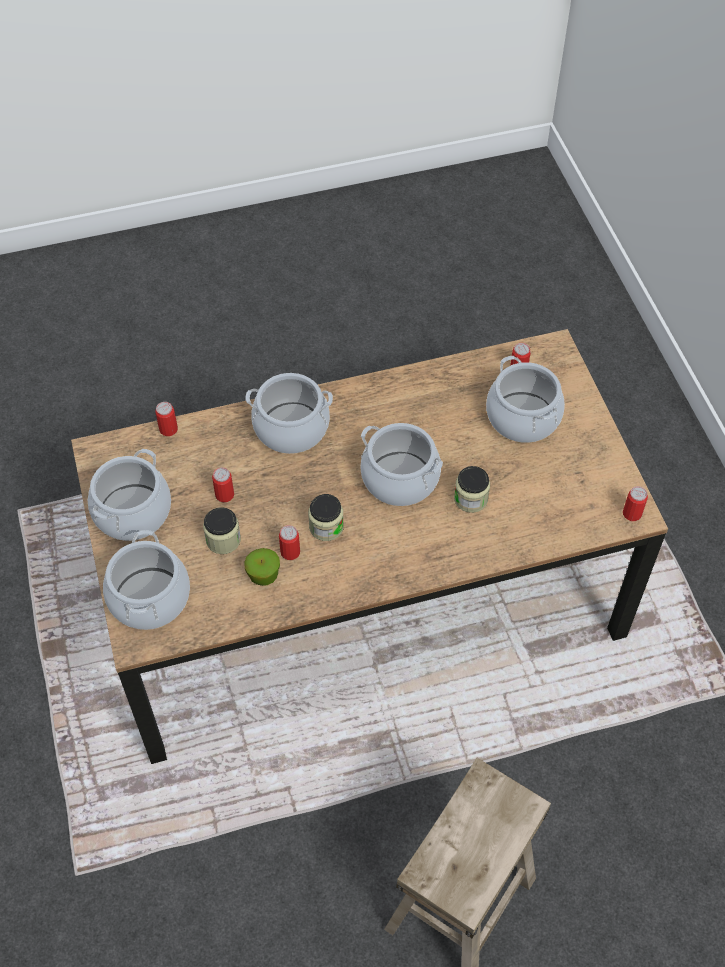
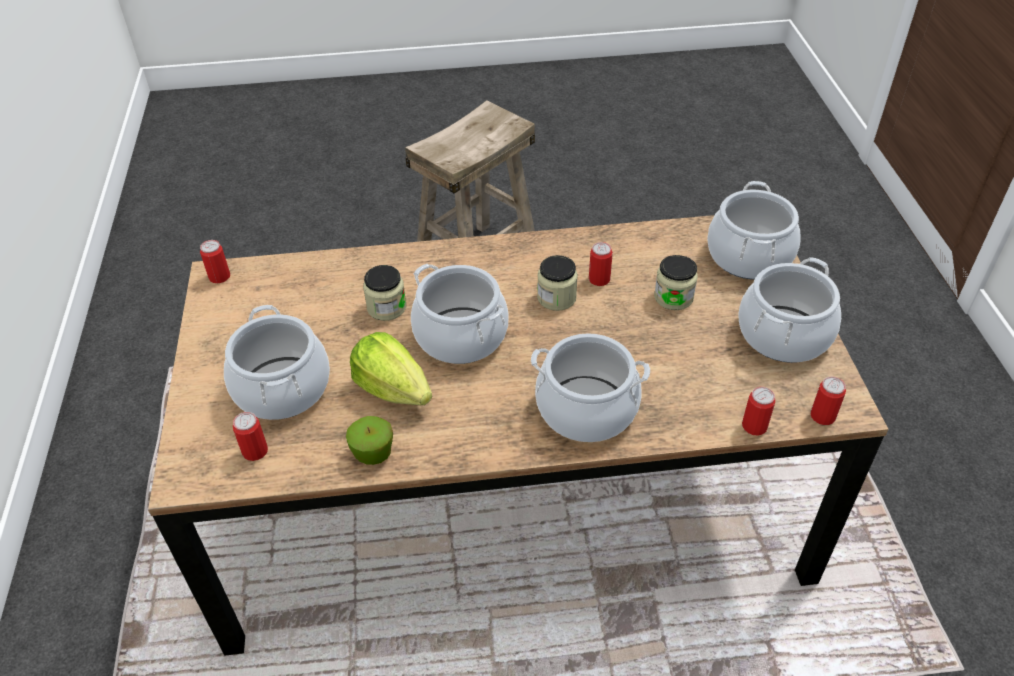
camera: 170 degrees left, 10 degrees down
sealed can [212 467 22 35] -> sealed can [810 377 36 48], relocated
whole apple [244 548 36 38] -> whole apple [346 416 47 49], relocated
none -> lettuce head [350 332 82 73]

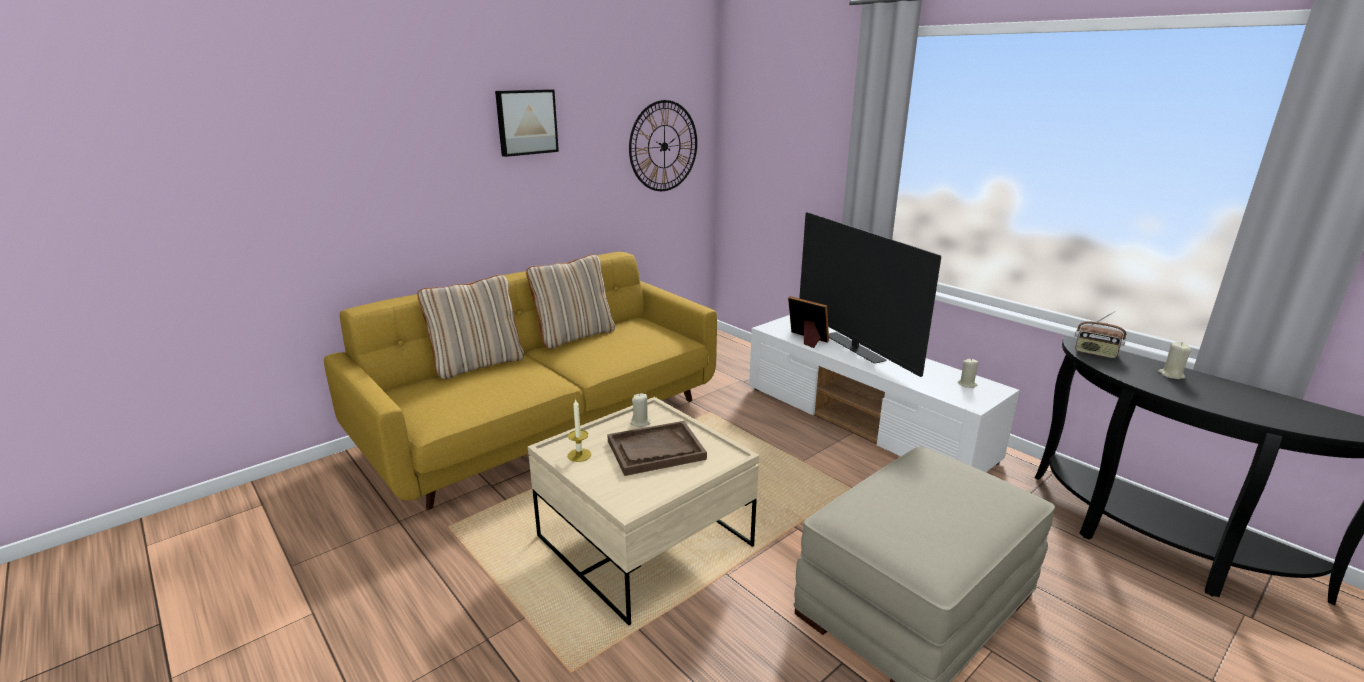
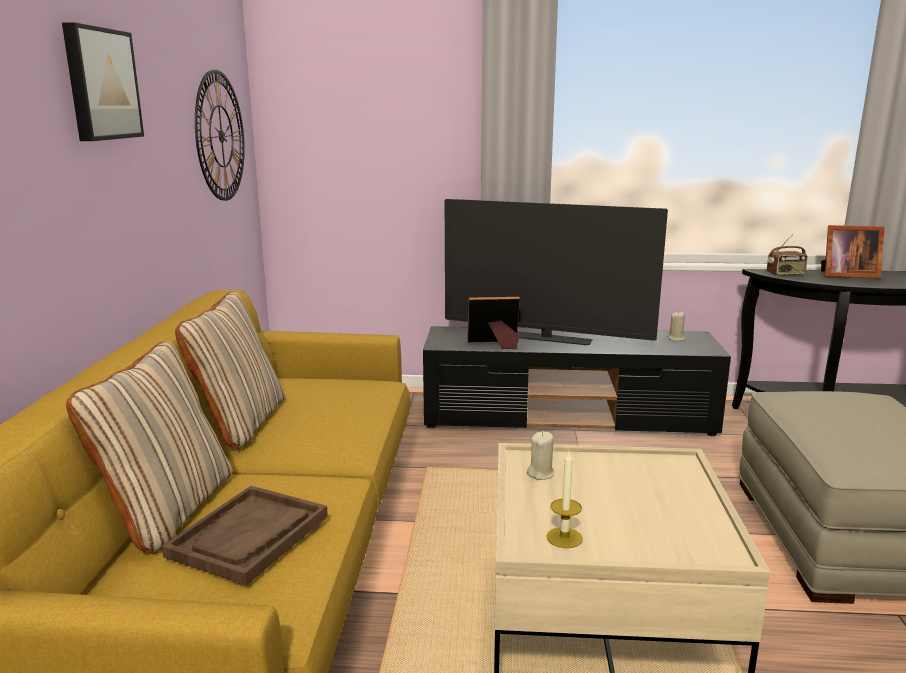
camera: 45 degrees left, 5 degrees down
brown carrying tray [607 421 100 55] -> brown carrying tray [162 486 166 100], relocated
whitish tv unit [749 315 271 157] -> blackish tv unit [423 326 308 110]
sand-coloured wax light [1158 342 34 37] -> standing frame [821 225 64 53]

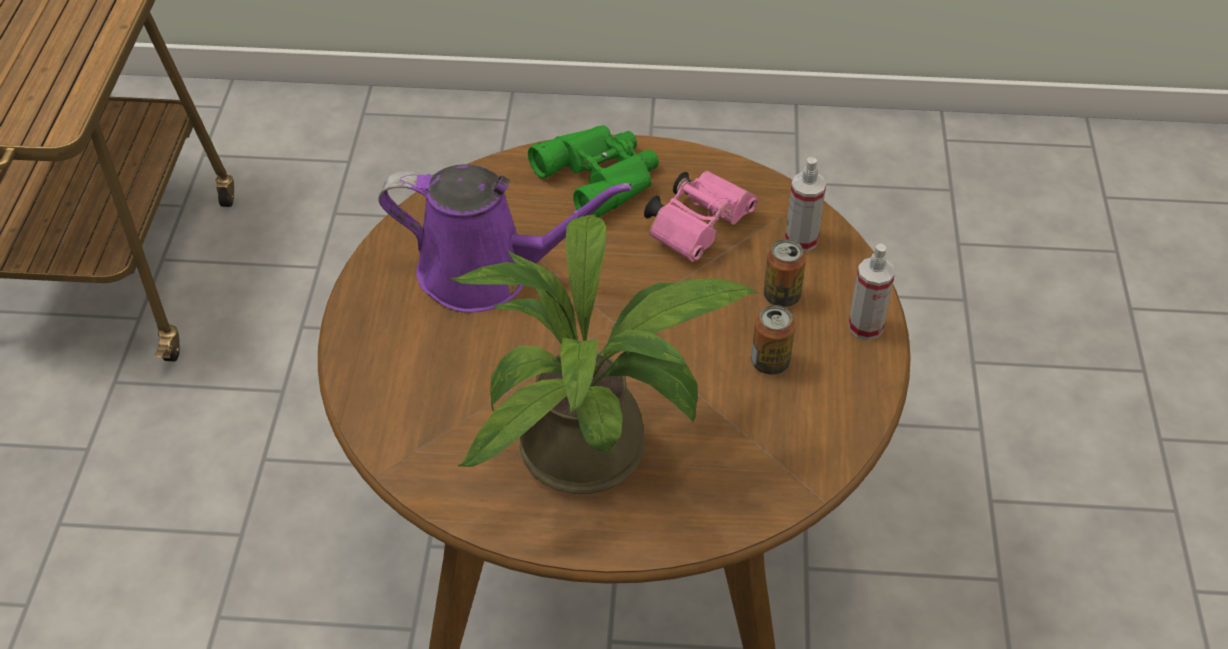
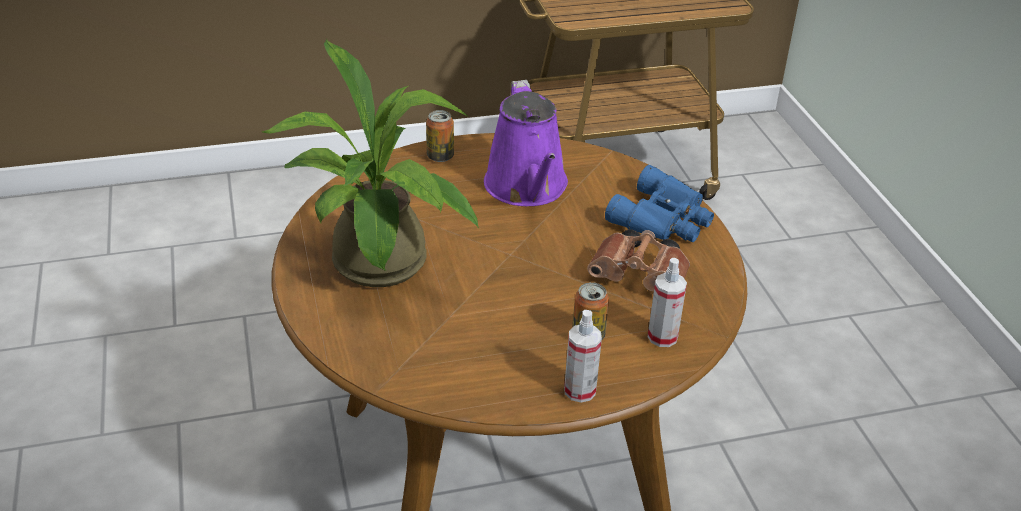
camera: 70 degrees right, 10 degrees down
greenish binoculars [528 125 131 93] -> blue binoculars [605 165 109 77]
pink binoculars [644 171 114 91] -> brown binoculars [587 230 103 61]
sealed can [751 305 44 70] -> sealed can [426 110 28 52], relocated

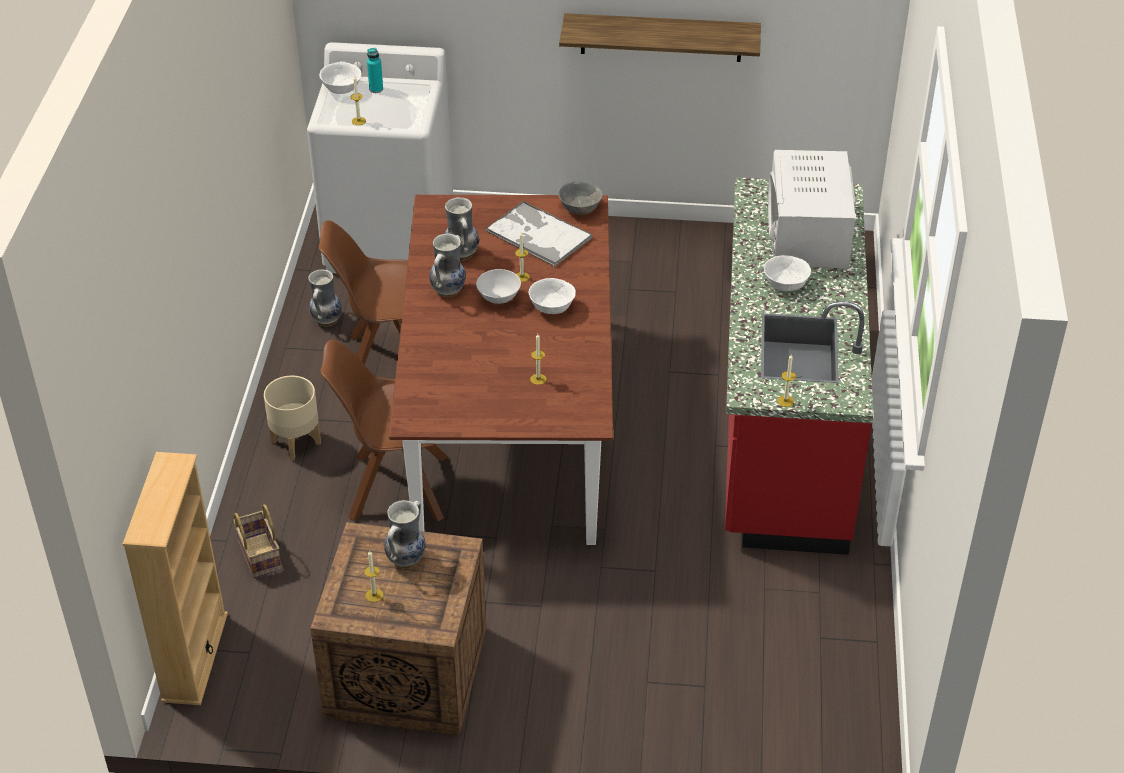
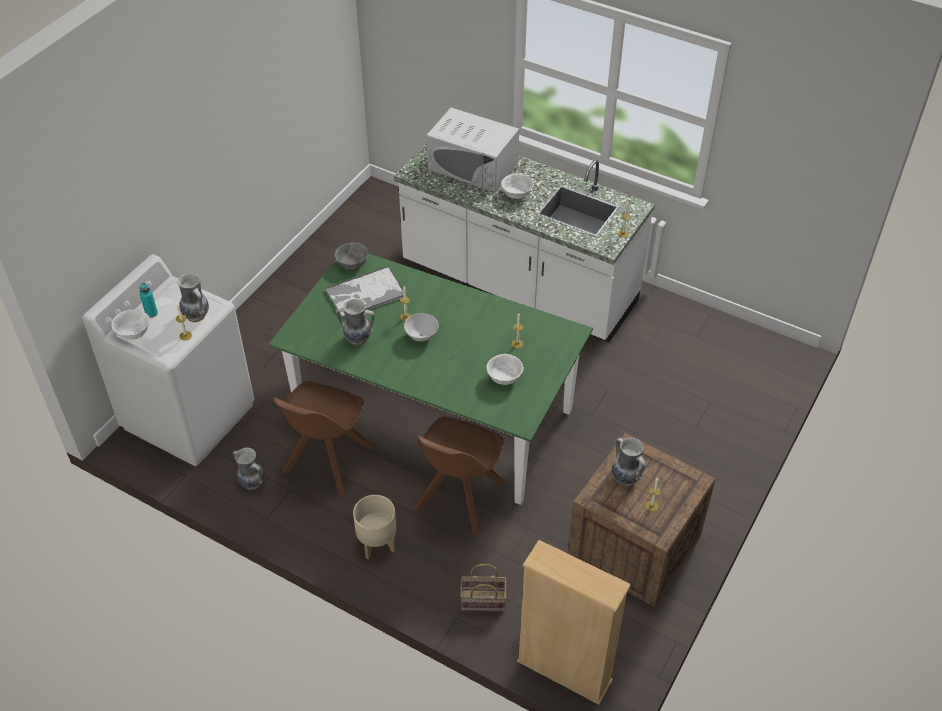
camera: 65 degrees left, 5 degrees up
brown kitchen table [389 195 224 350] -> greenish kitchen table [269 253 324 252]
flower vase [429 234 37 63] -> flower vase [178 273 31 49], relocated
whitish deep dish [529 278 47 36] -> whitish deep dish [487 354 37 31], relocated
wall shelf [559 13 202 49] -> none
red kitchen counter [725 177 148 378] -> whitish kitchen counter [394 143 261 199]

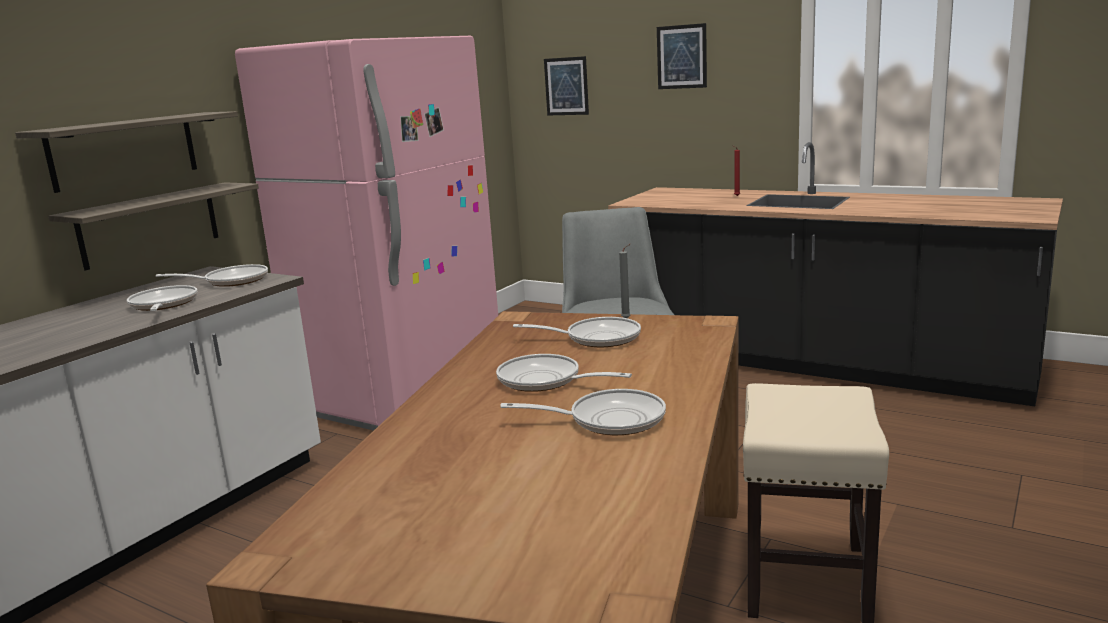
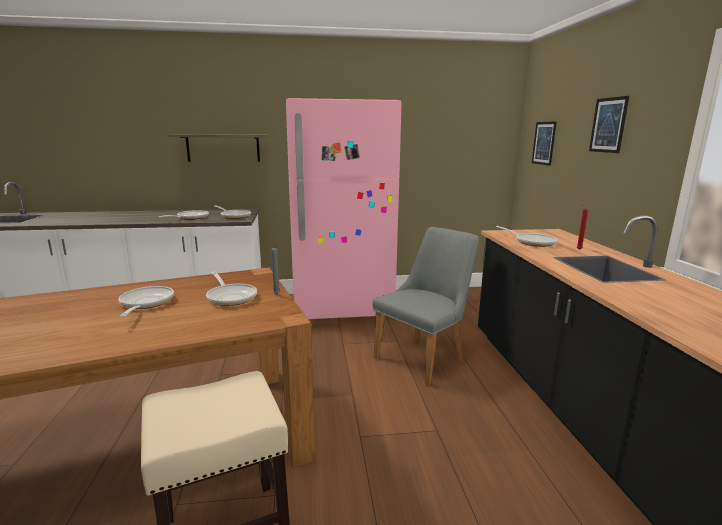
camera: 50 degrees right, 0 degrees up
wall shelf [48 182 211 89] -> none
skillet [500 389 166 46] -> skillet [496 226 61 21], relocated

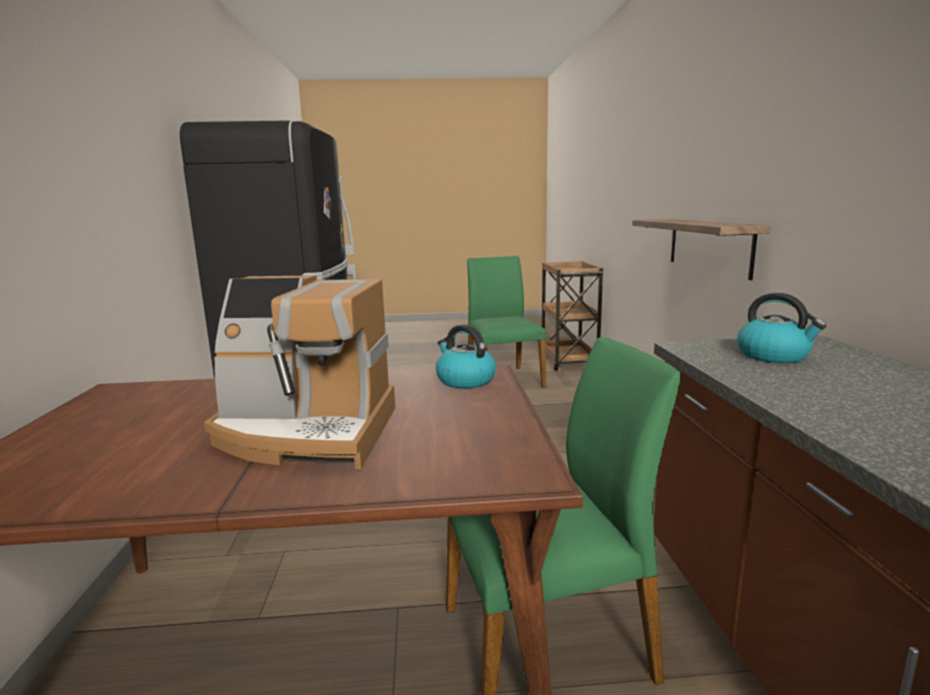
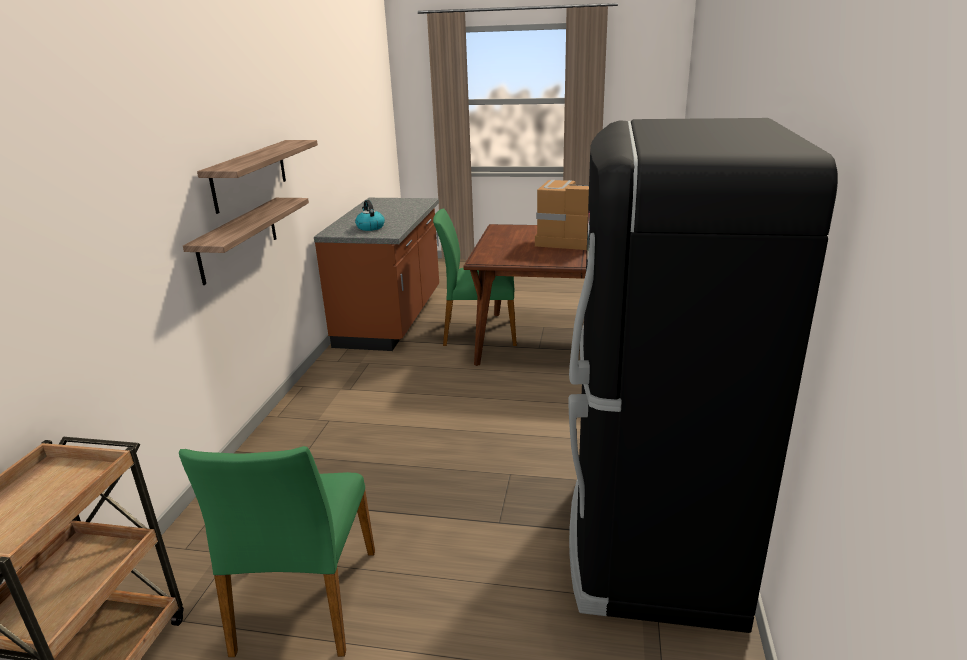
camera: 165 degrees left, 10 degrees up
kettle [436 324 60 64] -> none
none -> wall shelf [197 140 121 74]

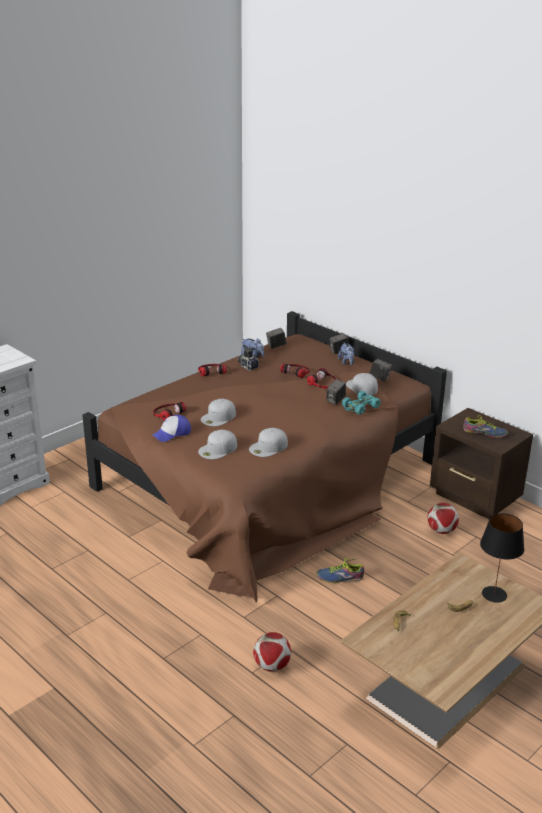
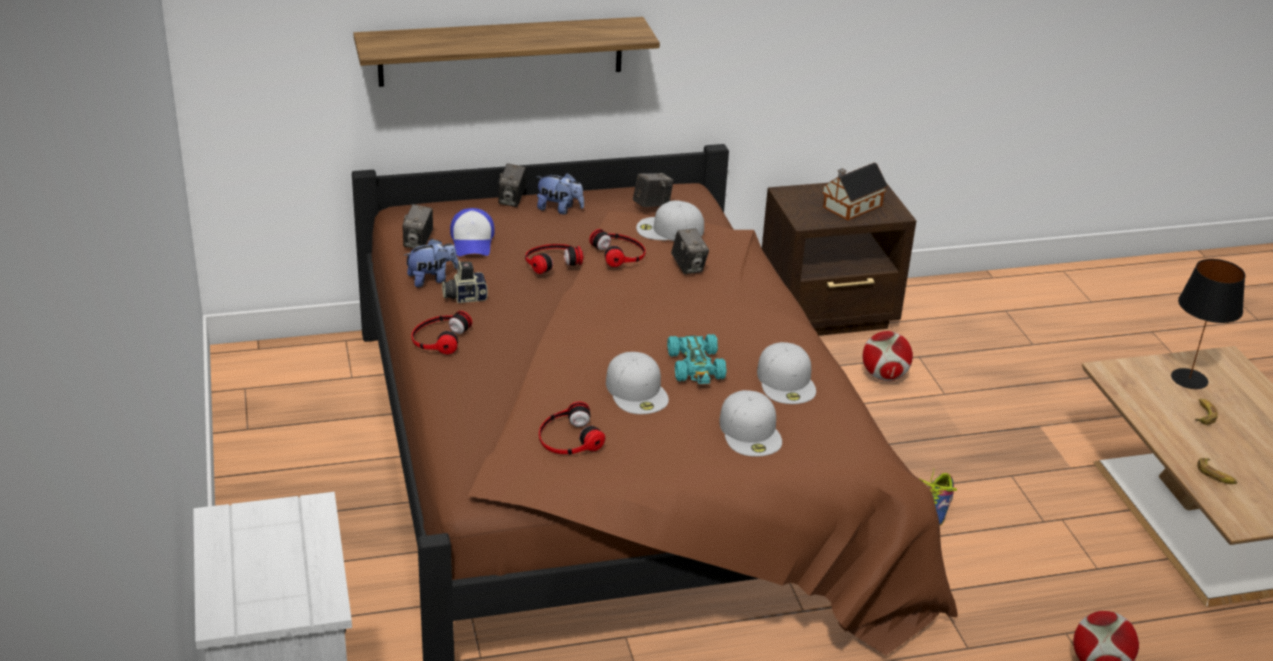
camera: 60 degrees left, 5 degrees up
baseball cap [153 415 38 27] -> baseball cap [450 208 45 48], relocated
blue-green model car [342 391 39 24] -> blue-green model car [667 334 60 50], relocated
low shoe [464 415 44 23] -> model house [822 163 66 57]
none -> wall shelf [353 17 307 70]

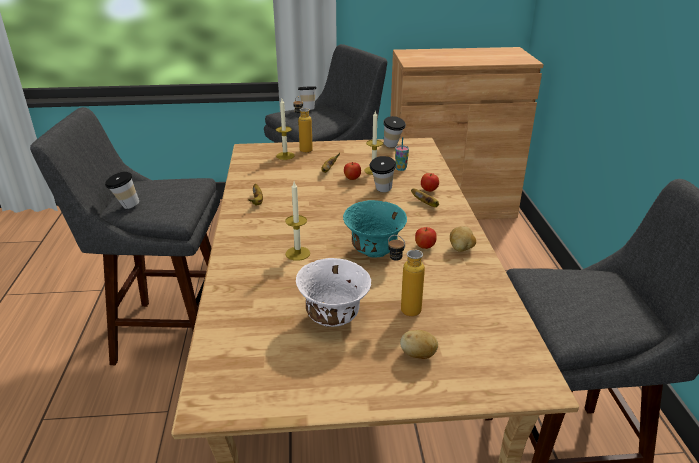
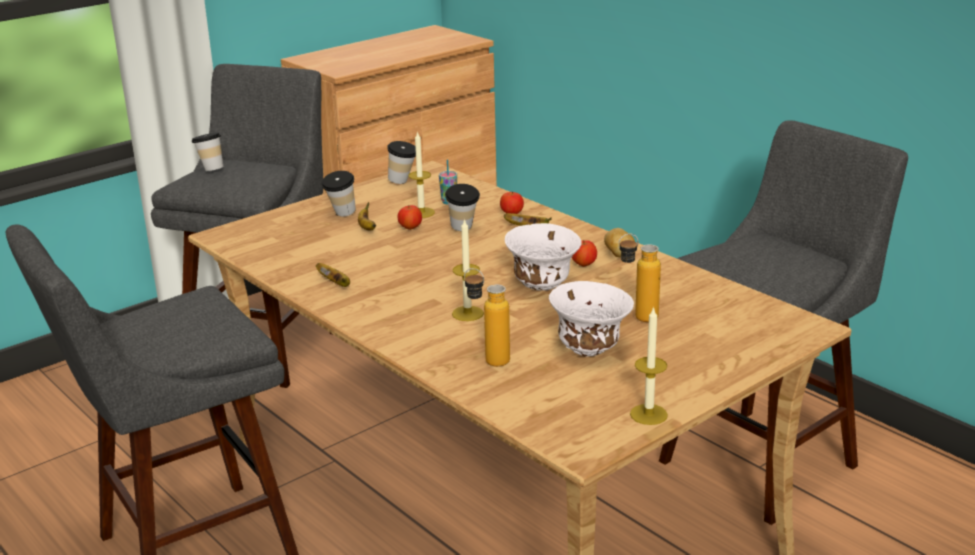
camera: 35 degrees left, 5 degrees down
small cup [105 172 34 37] -> small cup [321 171 35 45], relocated
wax light [276 99 19 61] -> wax light [630 306 38 119], relocated
bottle [293 96 20 57] -> bottle [464 268 46 99], relocated
blue-green deep dish [343 200 64 58] -> whitish deep dish [505 223 77 68]
whole potato [400 330 38 29] -> none

